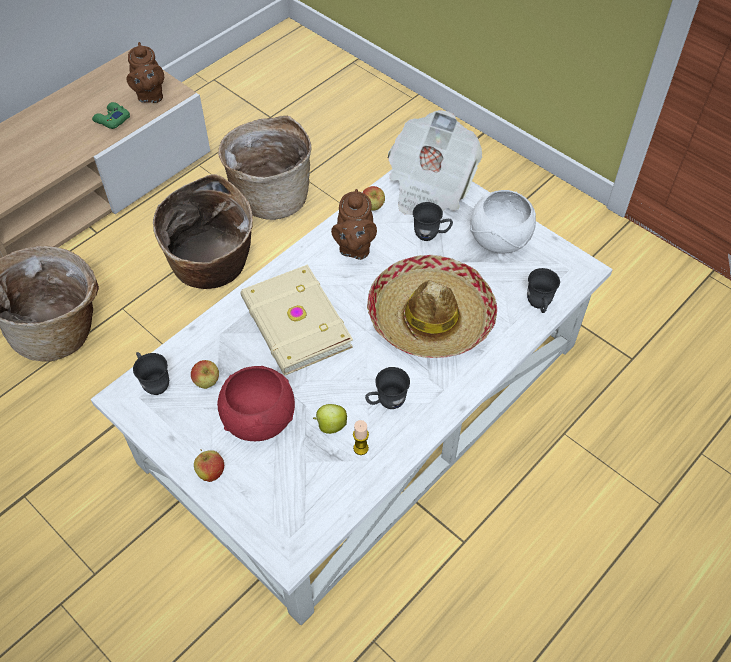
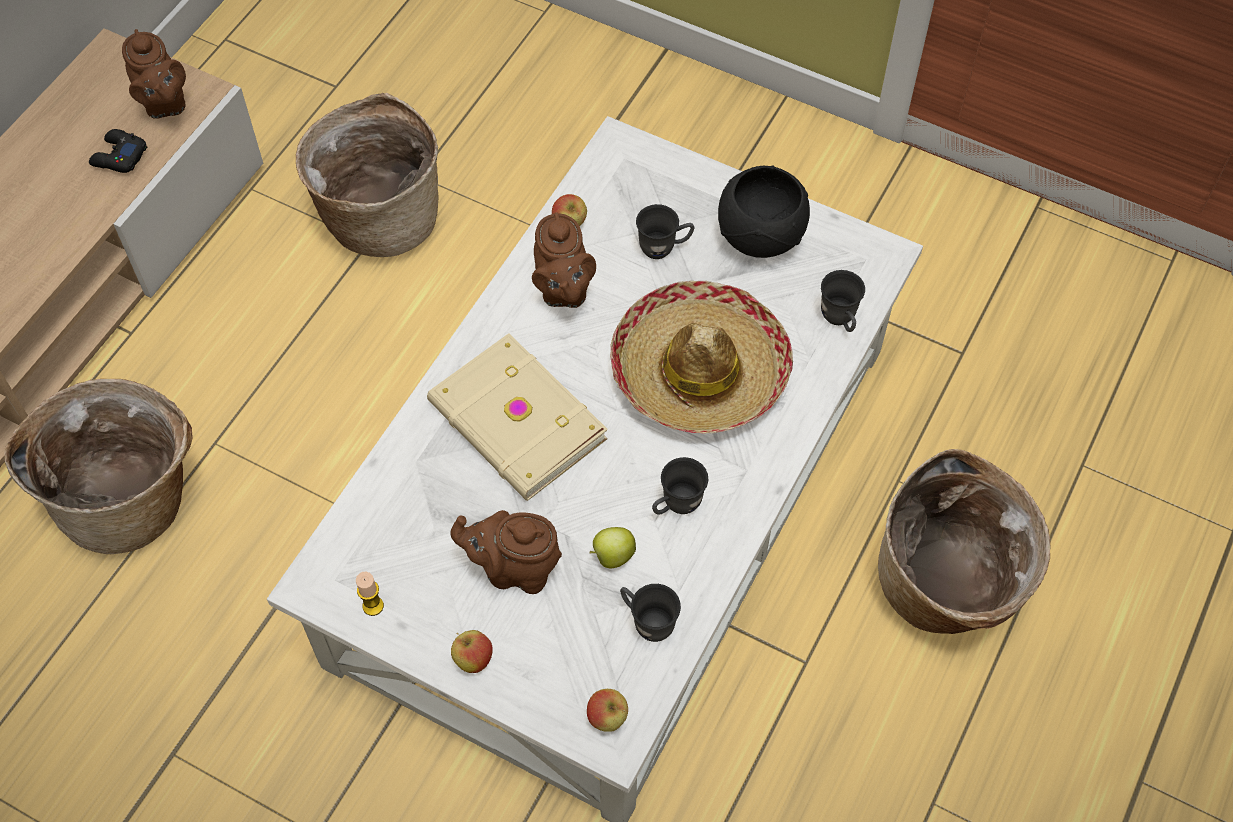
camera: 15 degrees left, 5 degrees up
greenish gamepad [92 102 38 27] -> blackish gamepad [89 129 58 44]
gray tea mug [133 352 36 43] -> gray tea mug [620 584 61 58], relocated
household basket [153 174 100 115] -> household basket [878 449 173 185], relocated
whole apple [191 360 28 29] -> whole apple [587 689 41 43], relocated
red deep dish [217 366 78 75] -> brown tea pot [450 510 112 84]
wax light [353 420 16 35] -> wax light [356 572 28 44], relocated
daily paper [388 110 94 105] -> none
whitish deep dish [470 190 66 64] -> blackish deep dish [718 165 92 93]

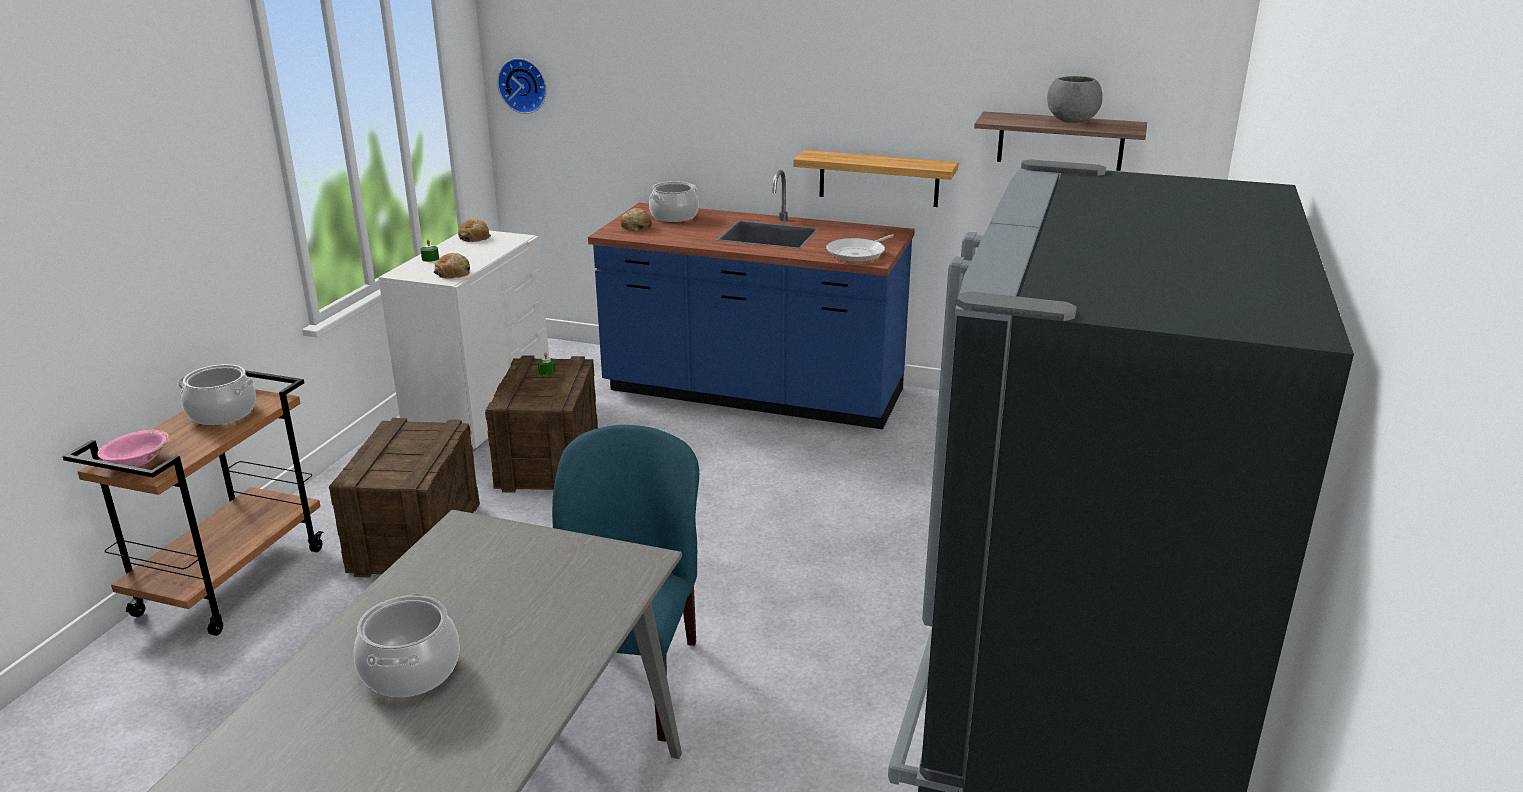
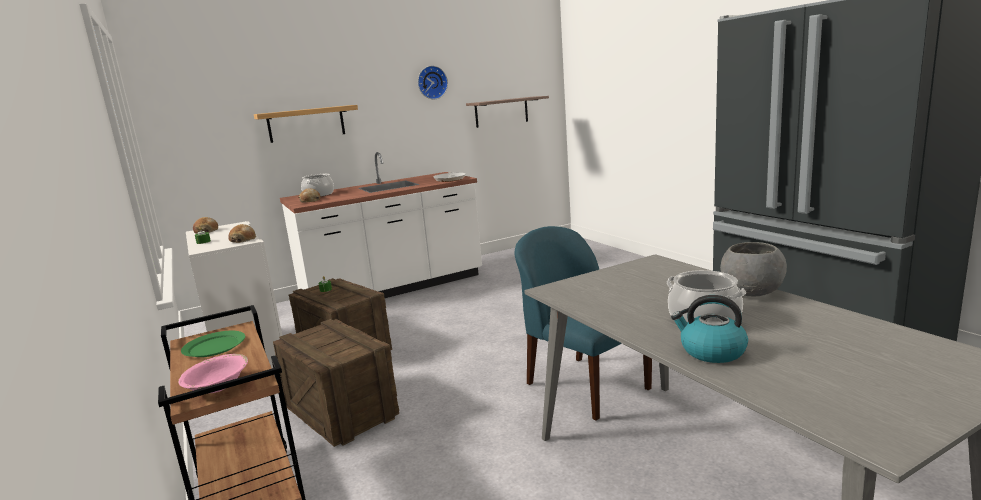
camera: 45 degrees left, 10 degrees down
cooking pot [178 364 78 61] -> greenish flat dish [181 331 64 26]
wall clock [497 58 50 56] -> wall clock [418 66 30 33], relocated
blue kitchen counter [588 170 327 259] -> whitish kitchen counter [280 152 202 146]
wall shelf [793 150 165 57] -> wall shelf [254 105 104 38], relocated
gray deep dish [1047 76 56 47] -> gray deep dish [720 242 67 55], relocated
none -> kettle [671 295 77 68]

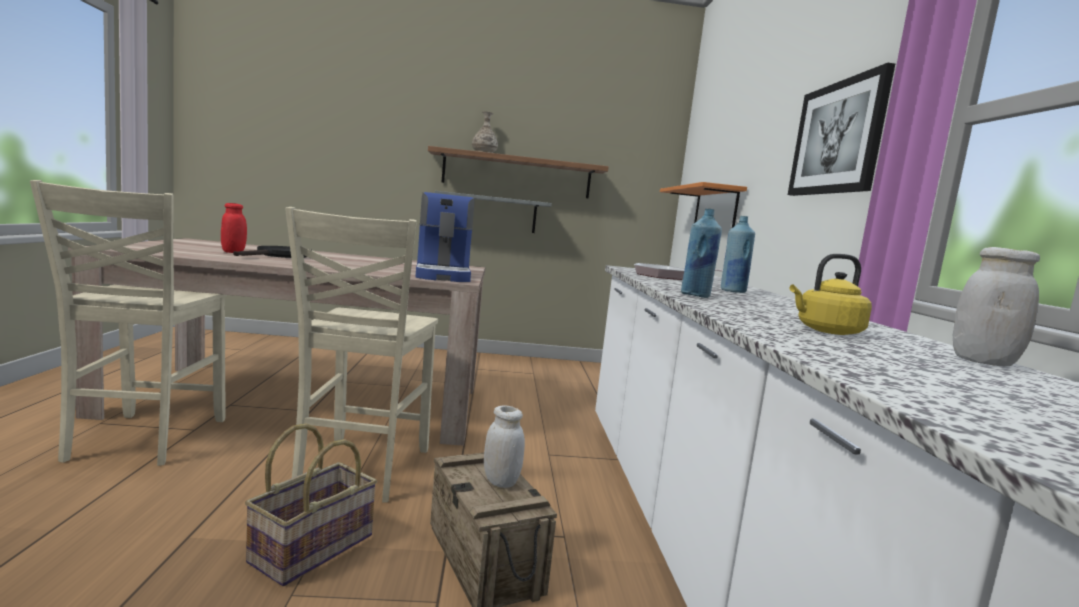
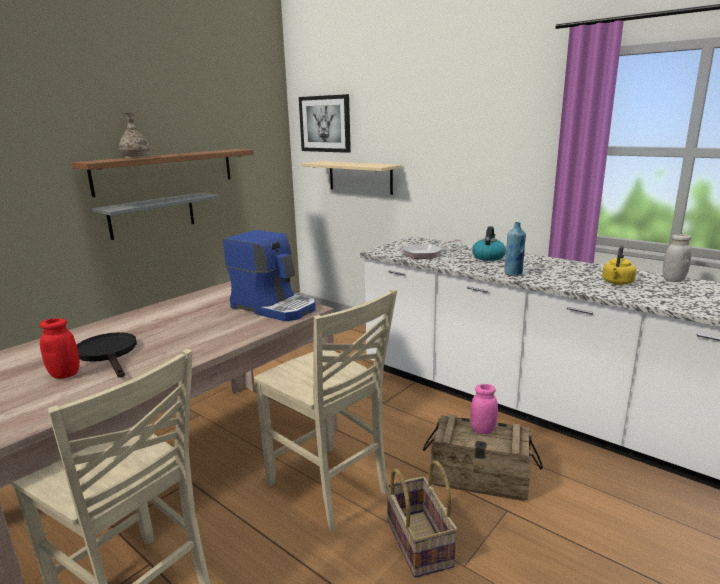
camera: 45 degrees left, 10 degrees up
whitish preserve jar [484 405 41 83] -> pink preserve jar [470 384 28 50]
orangey wall shelf [660 182 87 46] -> sand-coloured wall shelf [302 161 100 34]
blue bottle [721 216 34 77] -> kettle [472 226 34 35]
wall picture [788 63 107 133] -> wall picture [299 94 52 59], relocated

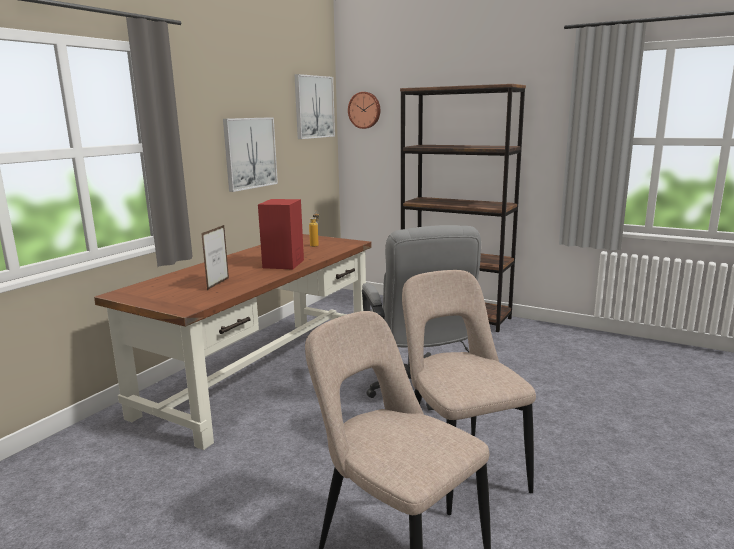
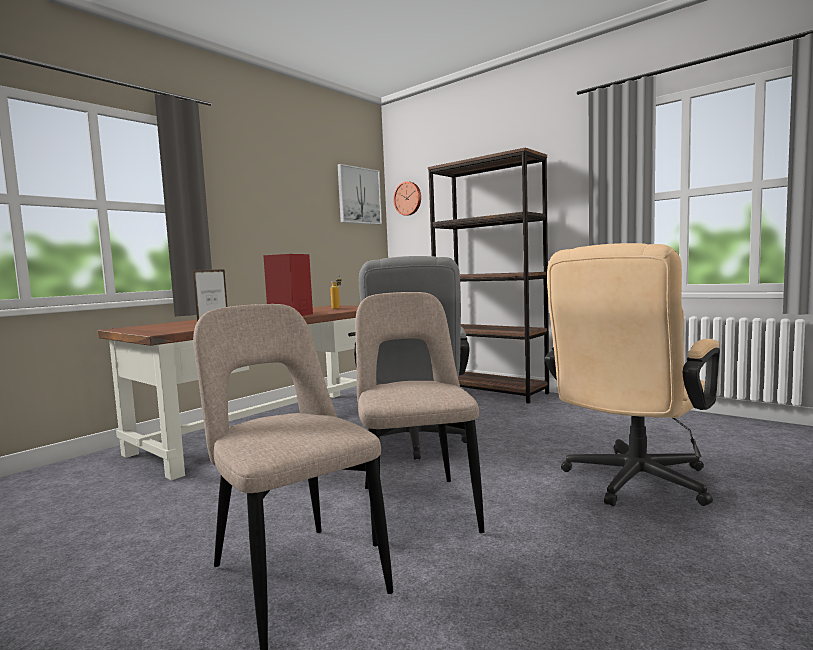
camera: 10 degrees right, 10 degrees down
wall picture [223 117 55 75] -> none
none -> sand-coloured computer chair [545 243 175 263]

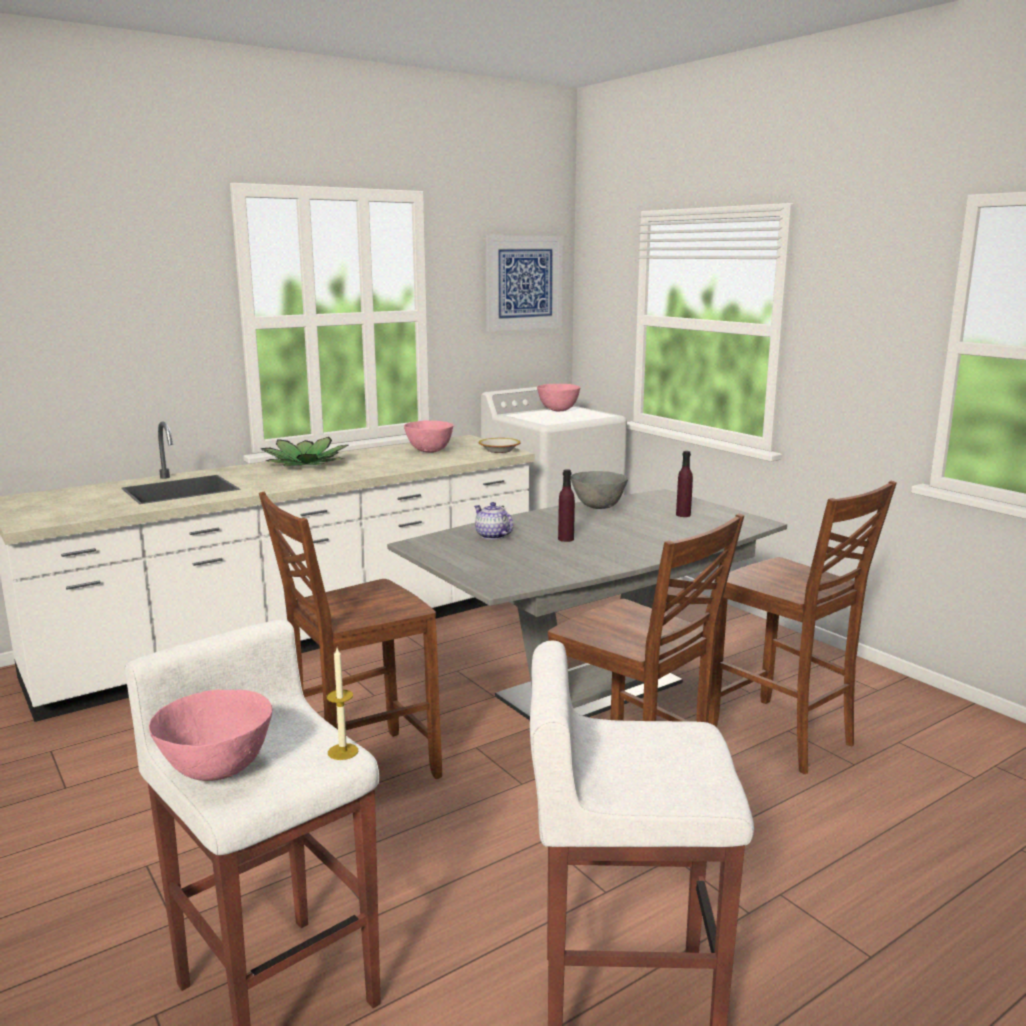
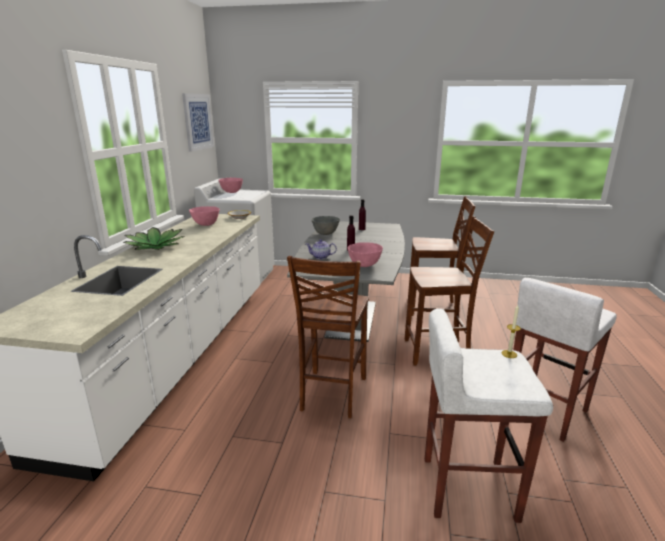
camera: 45 degrees left, 5 degrees up
pink deep dish [149 689 123 92] -> pink deep dish [348 242 35 25], relocated

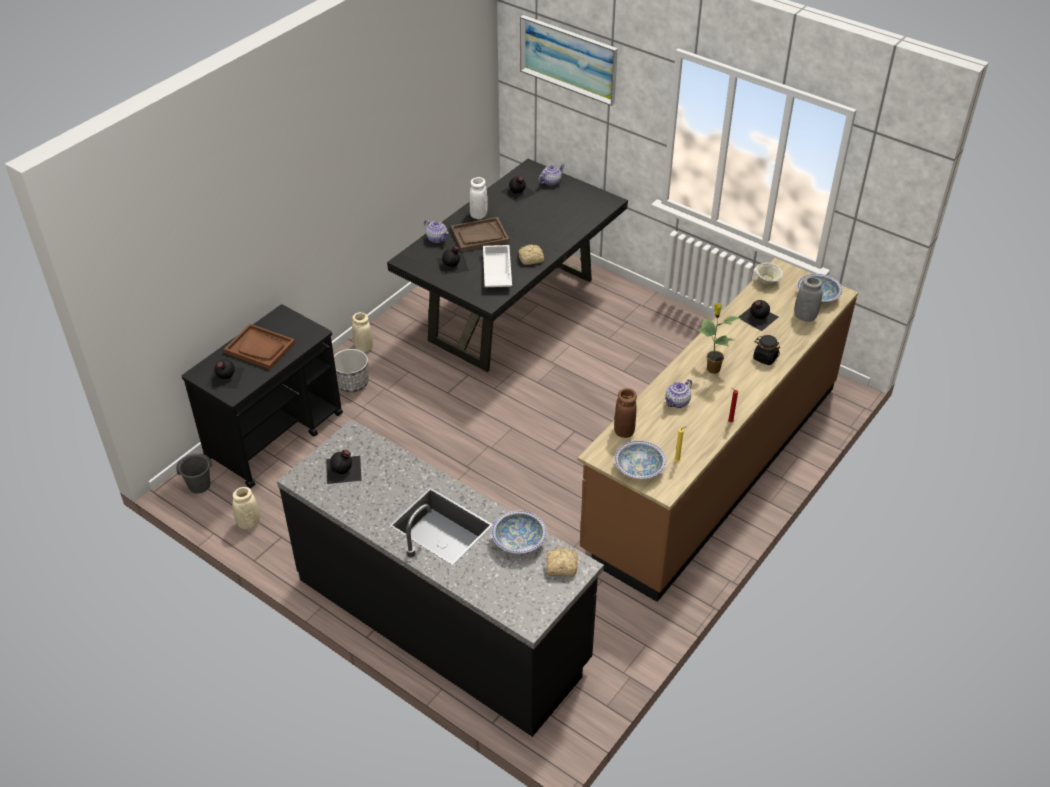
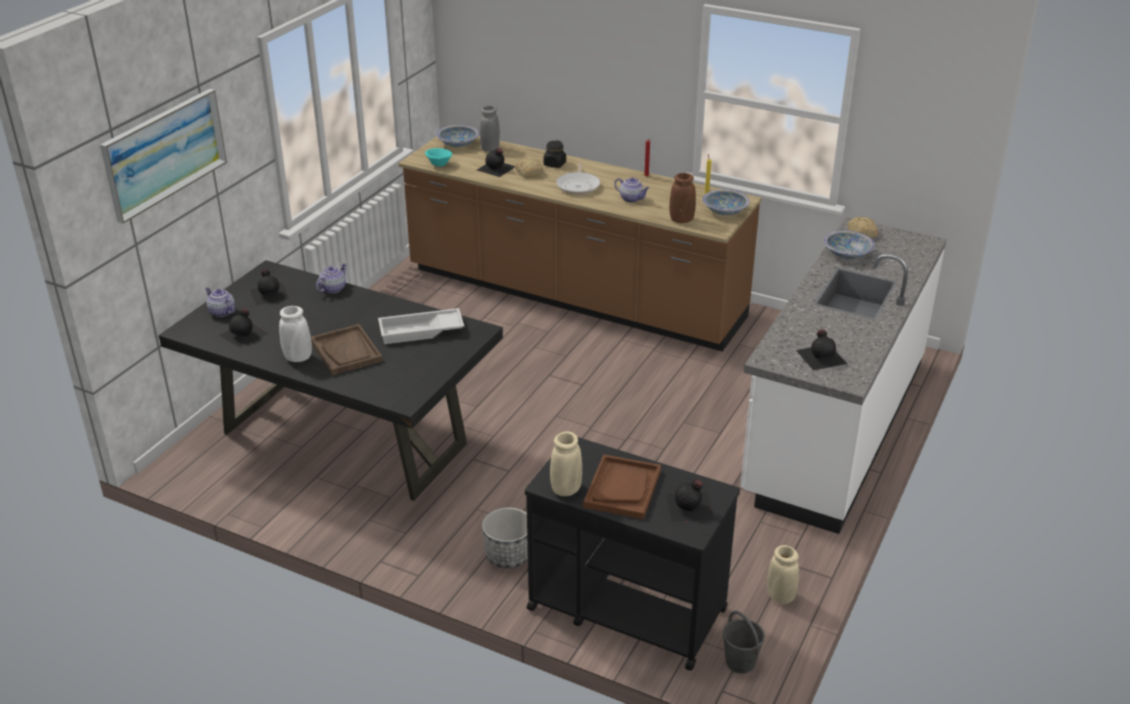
camera: 100 degrees left, 10 degrees down
blackish kitchen counter [277 419 327 318] -> whitish kitchen counter [740 217 207 317]
sand-coloured flower vase [352 312 21 40] -> sand-coloured flower vase [550 431 32 65], relocated
tea pot [424 219 25 24] -> tea pot [316 263 31 30], relocated
blackish bottle [437 246 32 29] -> blackish bottle [250 269 40 37], relocated
bakery bread [518 245 26 20] -> bakery bread [515 158 29 20], relocated
potted plant [697 303 44 71] -> skillet [556 163 44 32]
sand-coloured deep dish [756 262 27 23] -> blue-green deep dish [425 148 27 19]

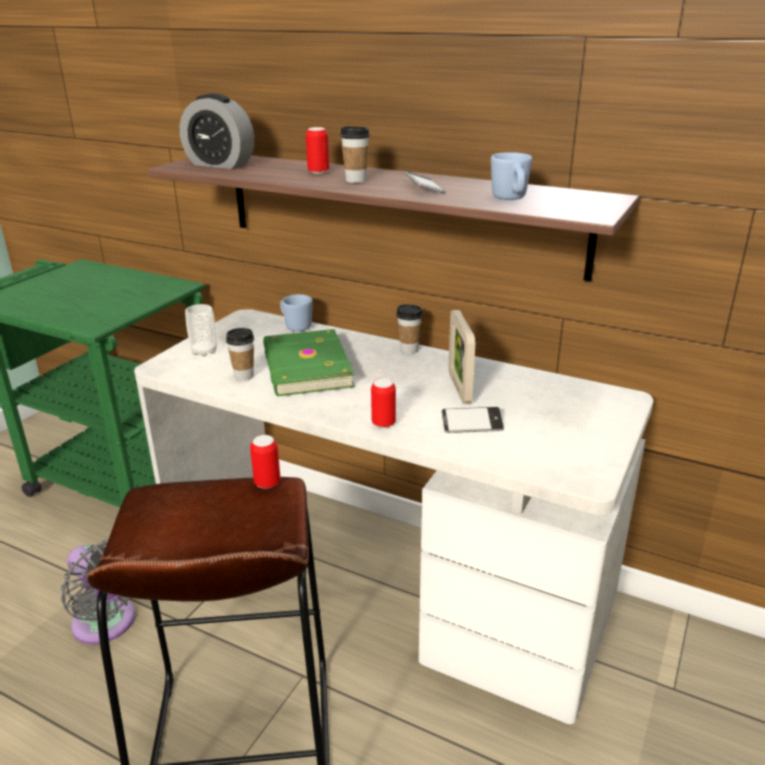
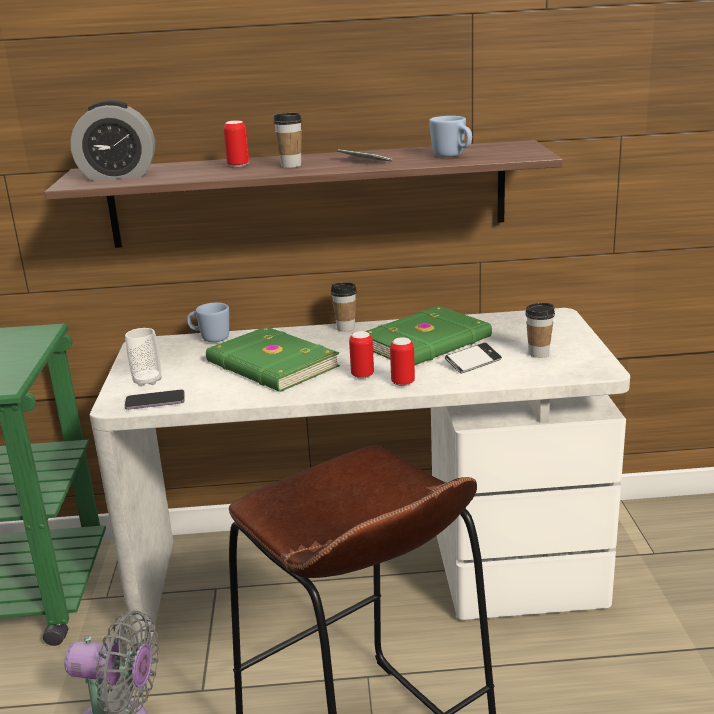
camera: 30 degrees left, 5 degrees down
small cup [226 328 28 53] -> small cup [525 303 30 55], relocated
sealed can [250 435 31 54] -> sealed can [349 331 25 48], relocated
standing frame [448 310 27 94] -> greenish bound book [365 306 127 59]
none -> telephone [125 390 60 20]

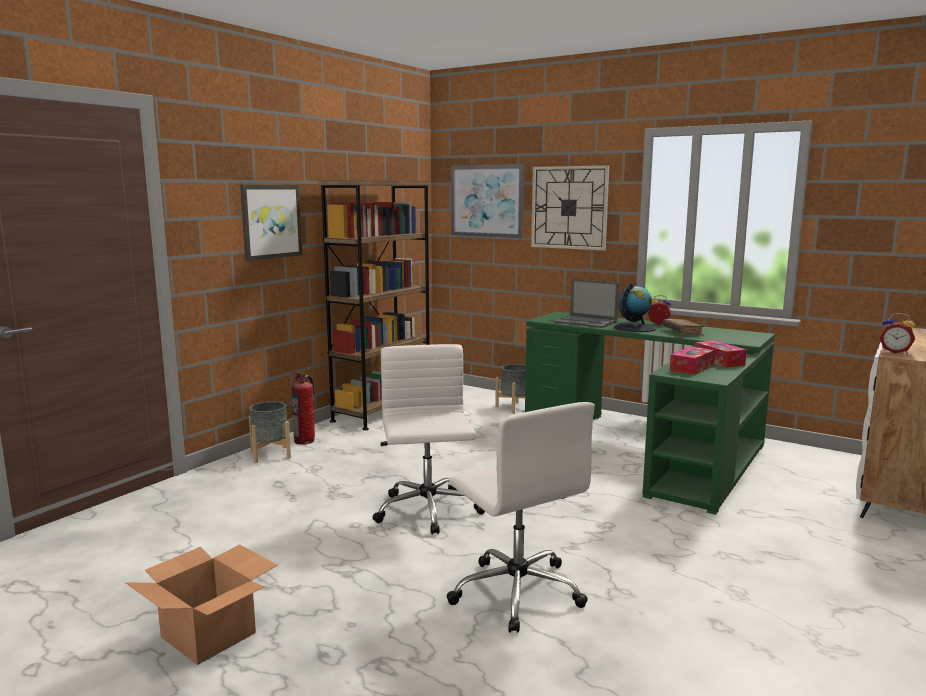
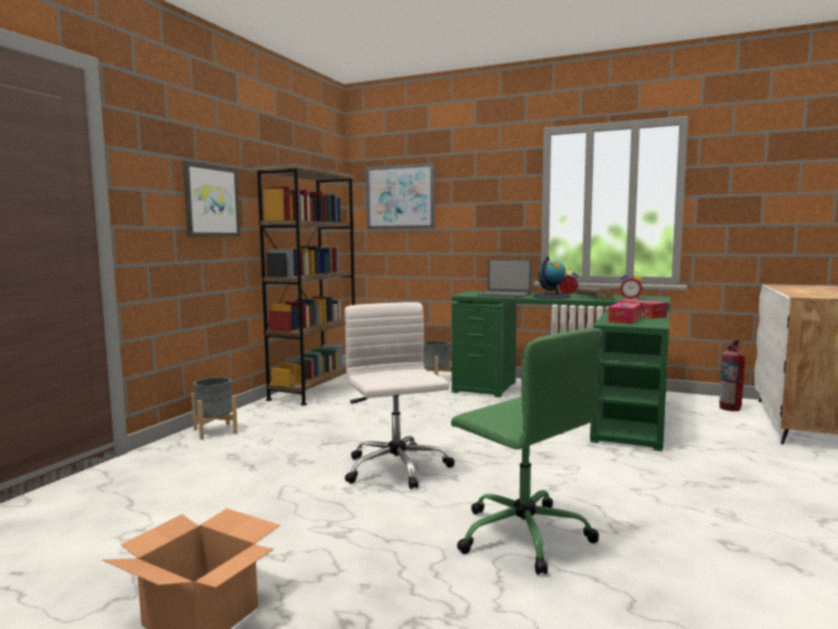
camera: 10 degrees left, 5 degrees down
fire extinguisher [289 371 26 74] -> fire extinguisher [719 340 27 71], relocated
whitish computer chair [447 402 148 231] -> greenish computer chair [451 328 150 247]
wall clock [531 165 78 85] -> none
bedside clock [880 313 36 41] -> bedside clock [620 271 23 28], relocated

